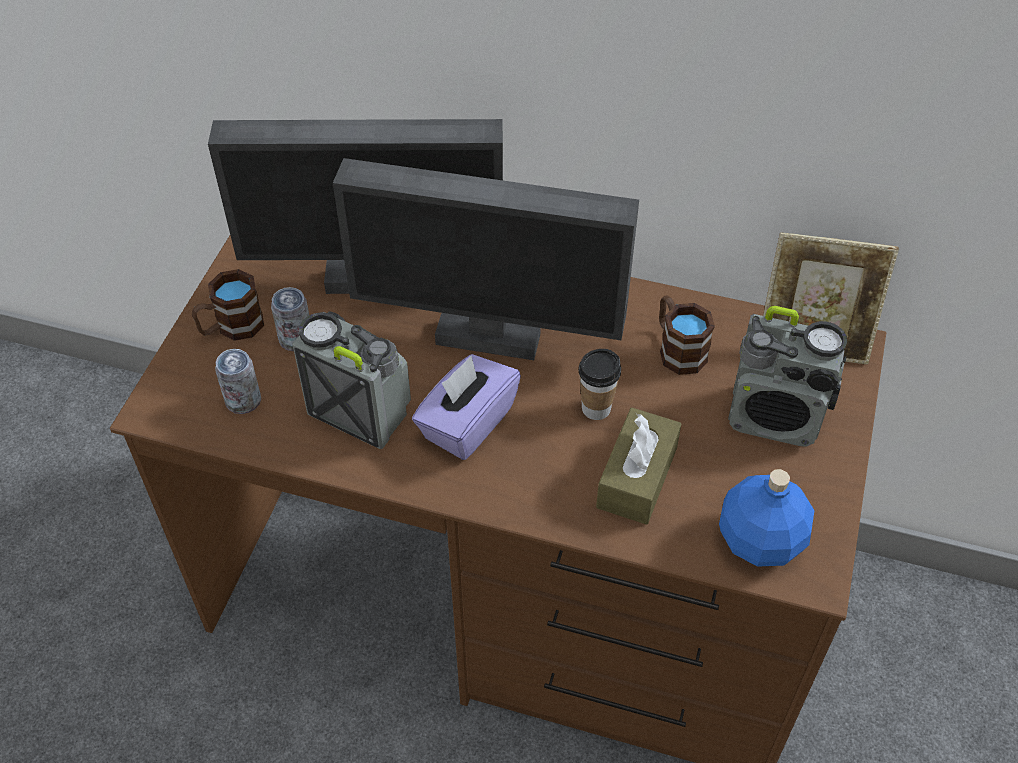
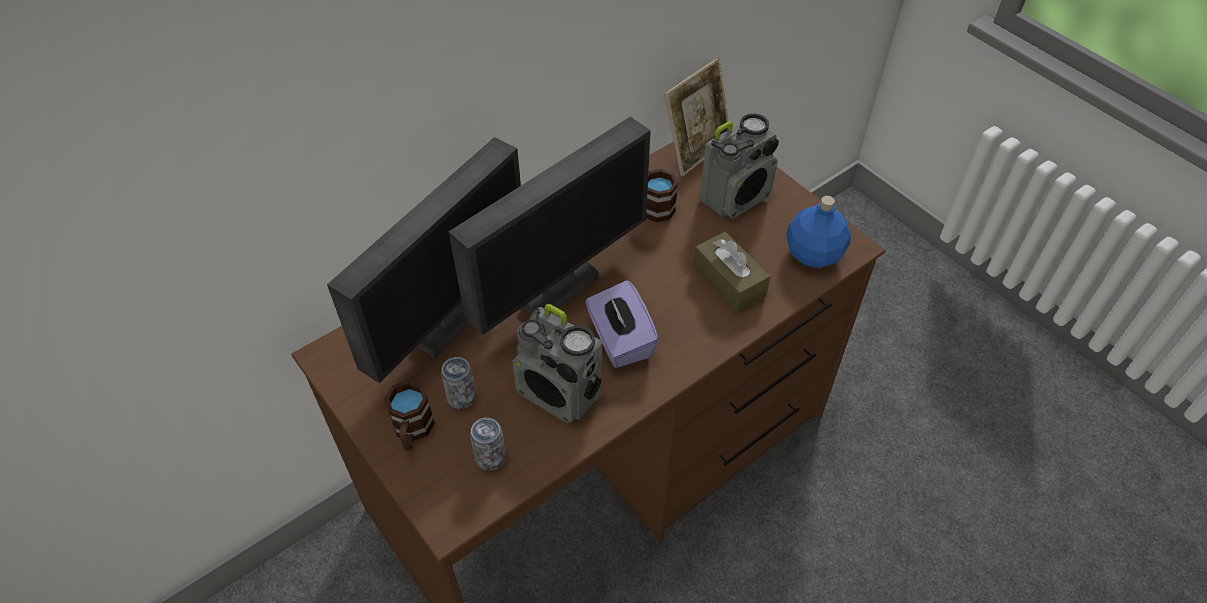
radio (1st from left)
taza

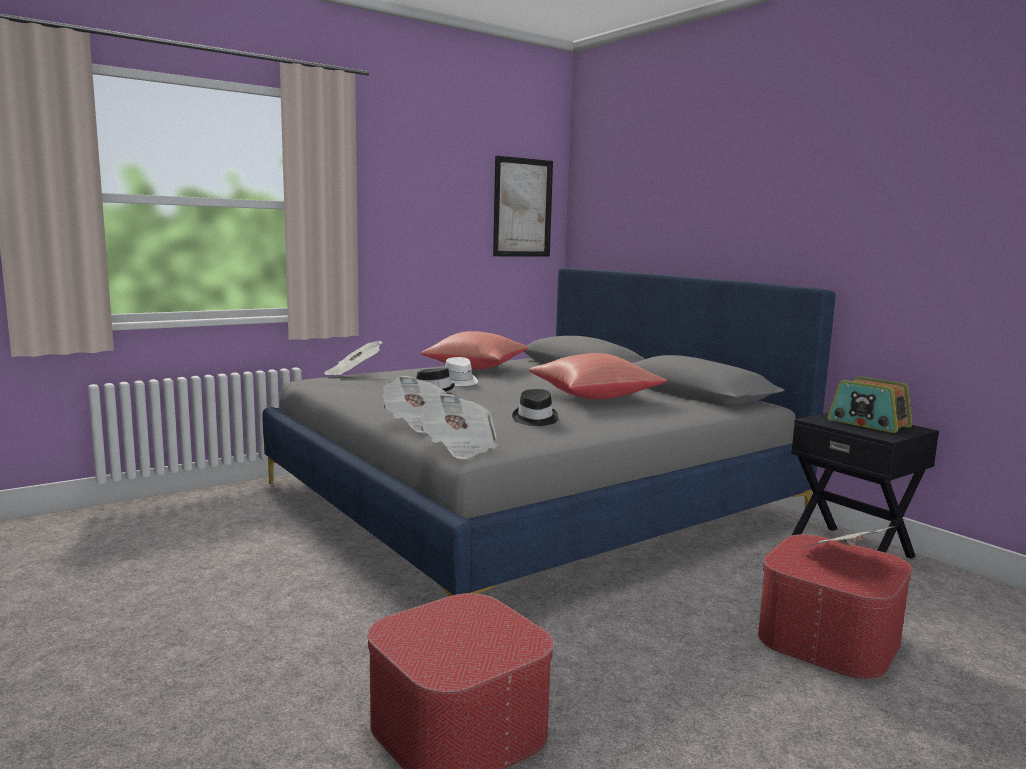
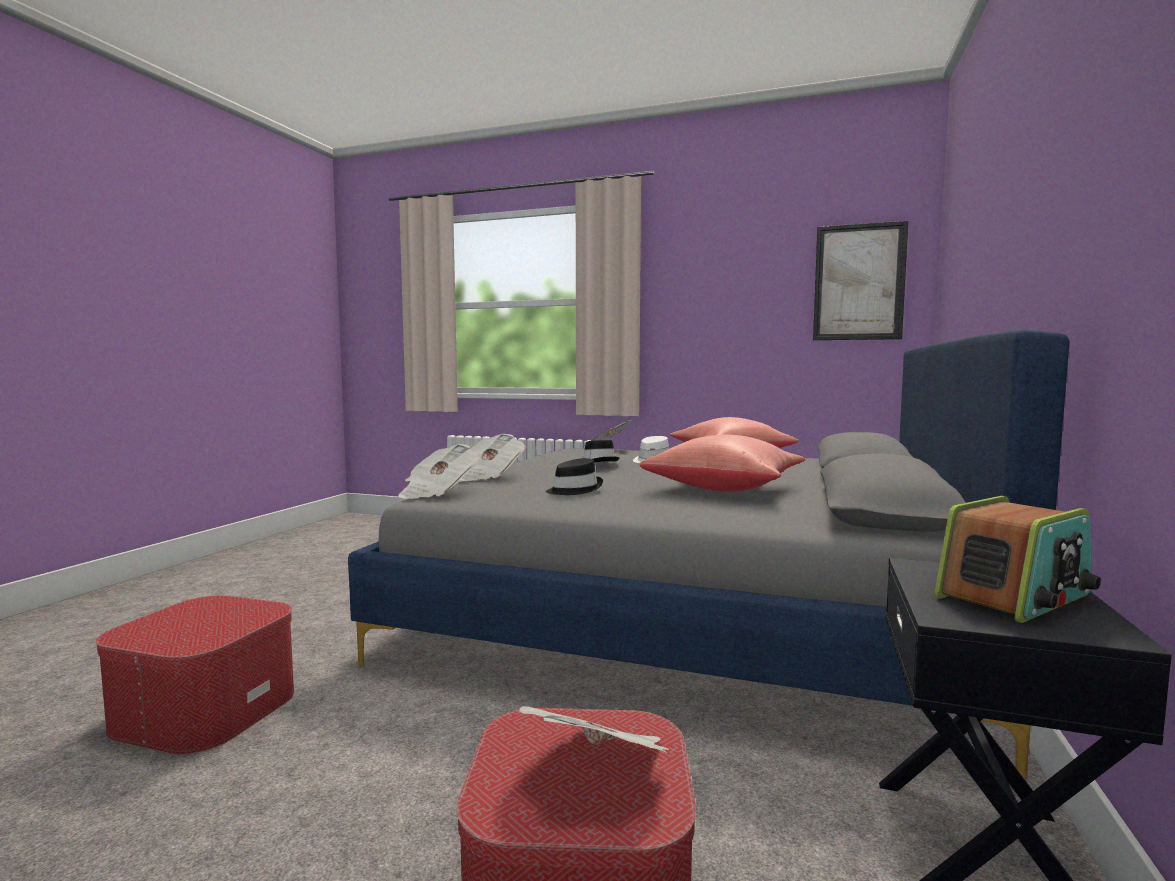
radio

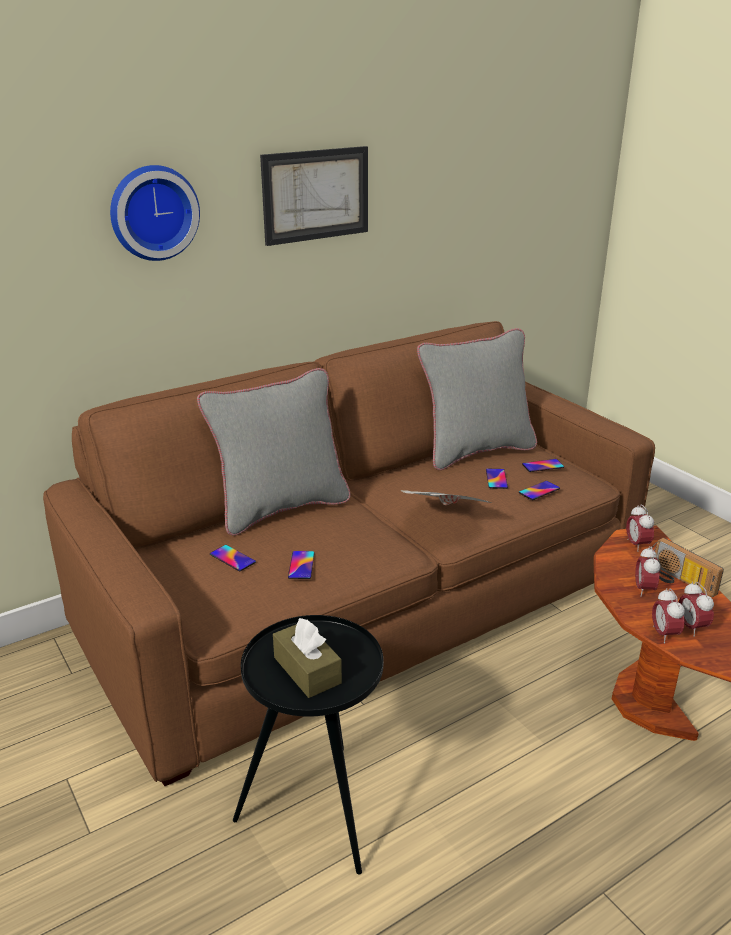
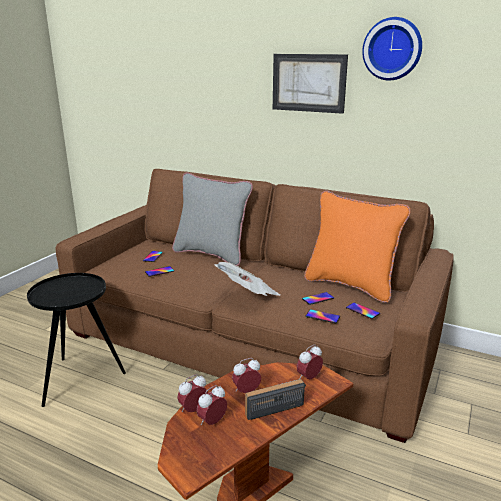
radio
cojín/naranja
reloj de pared
caja de pañuelos/marrón

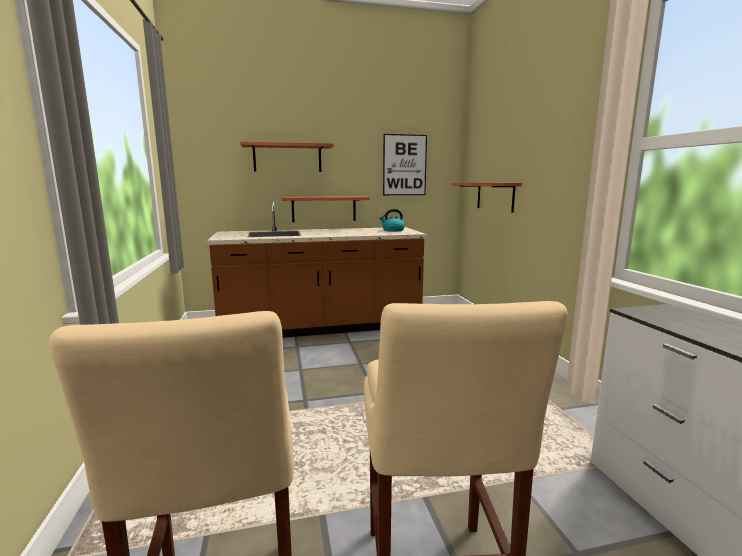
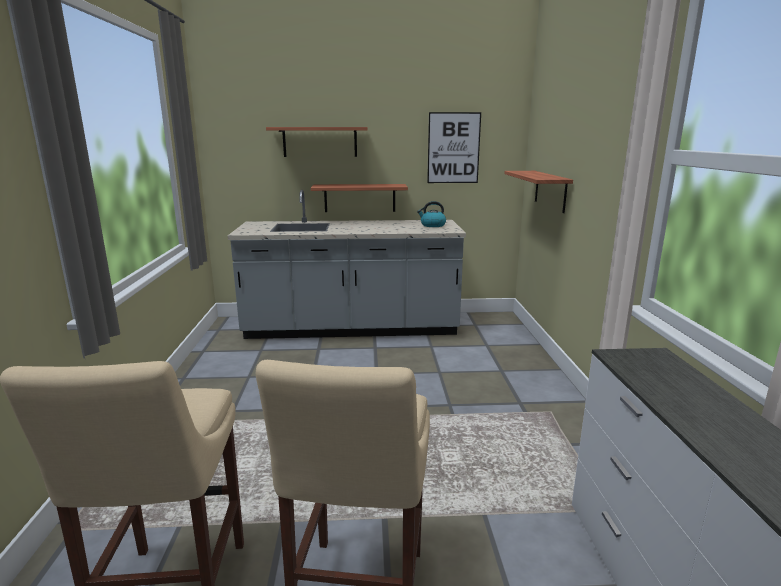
mueble bajo de cocina/gris

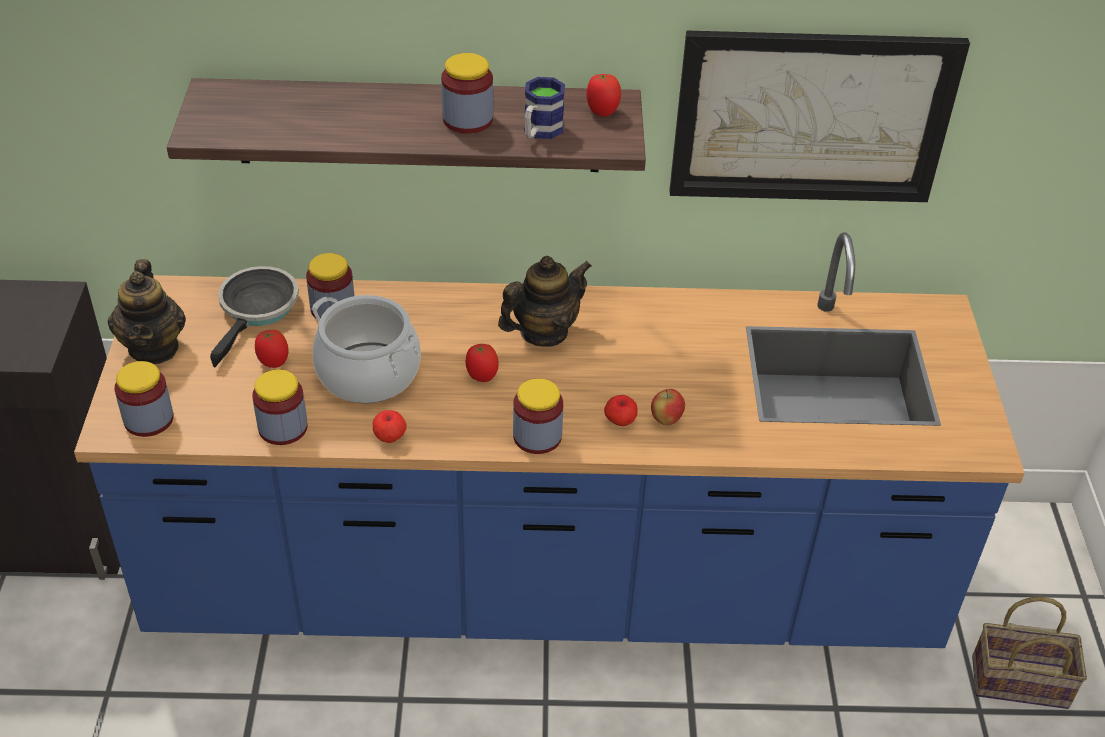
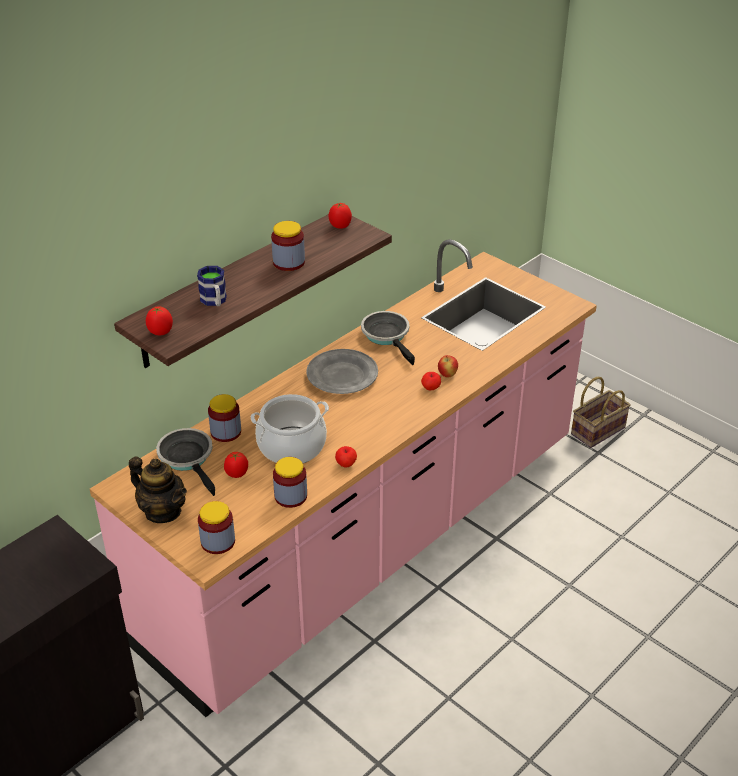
mueble bajo de cocina/rosa
tomate (1st from left)
taza grande
plato/gris
sartén (2nd from left)
tarro (5th from left in the first image)
cuadro

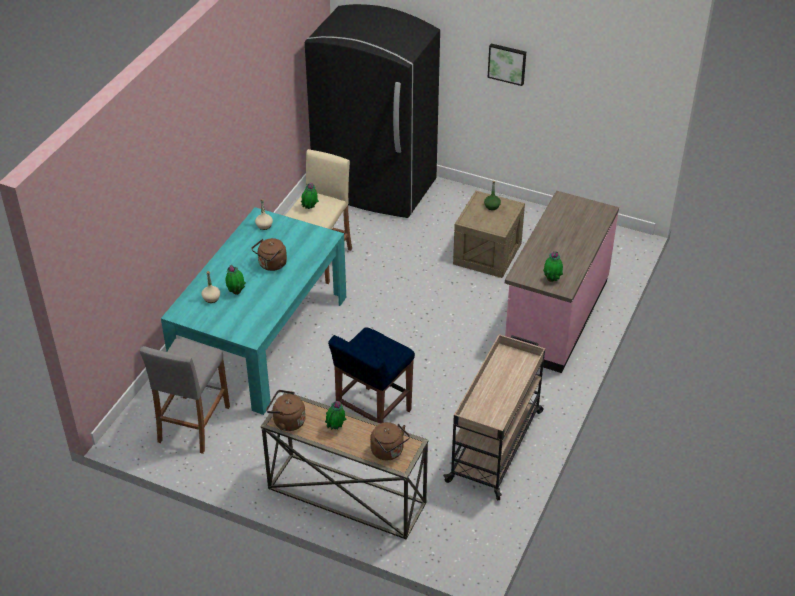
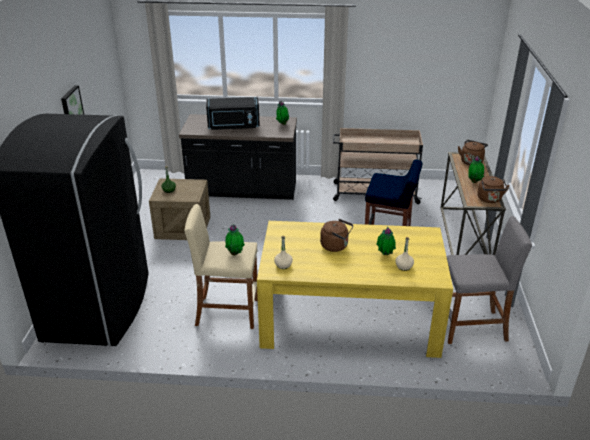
mueble bajo de cocina/negro
microondas/negro
mesa de comedor/amarillo

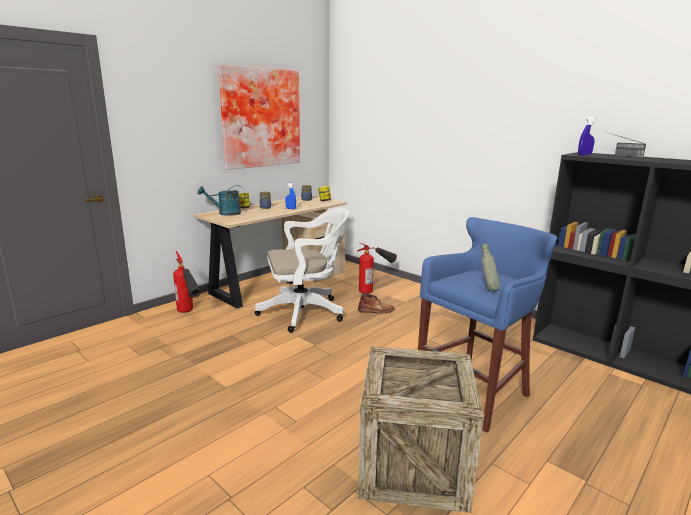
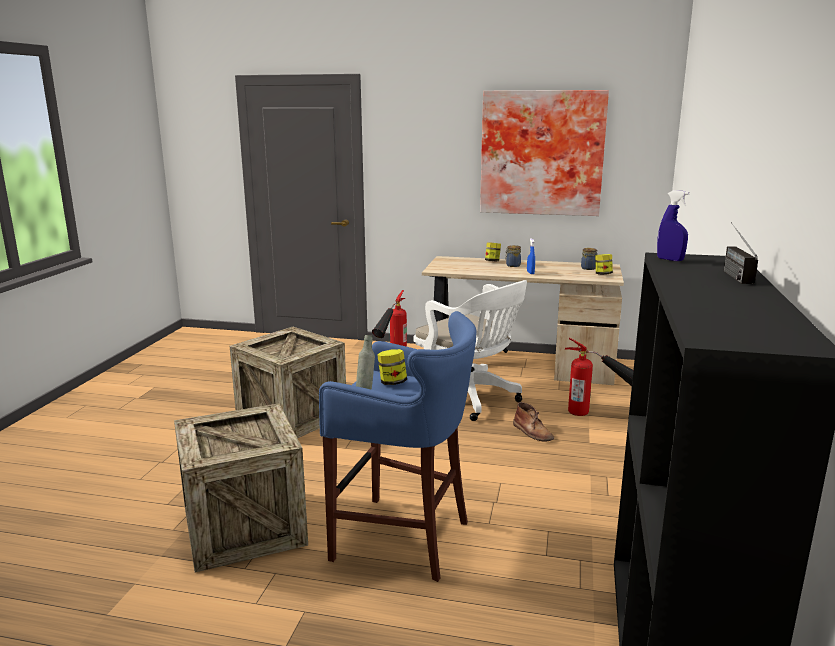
caja de embalaje (2nd from left)
tarro (1st from left)
regadera/turquesa

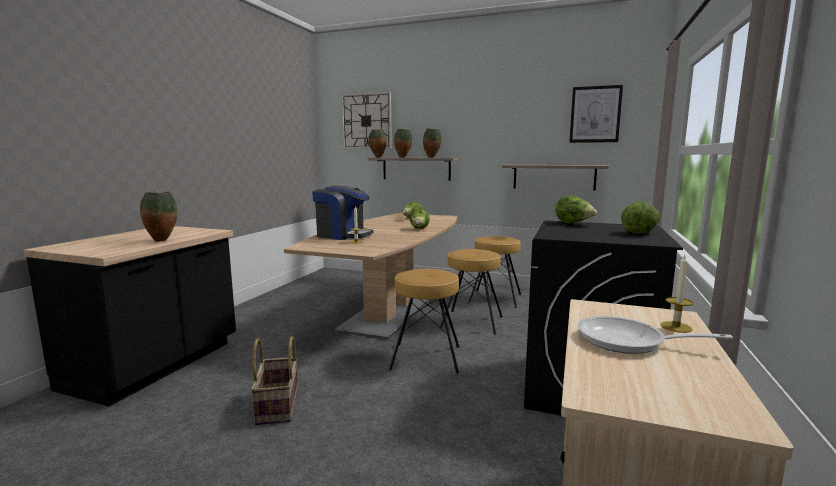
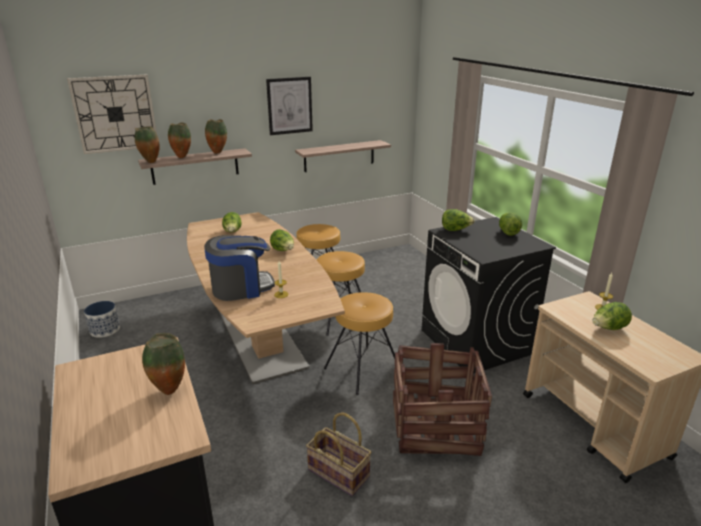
maceta
cuadro
caja de embalaje
lechuga (5th from left)

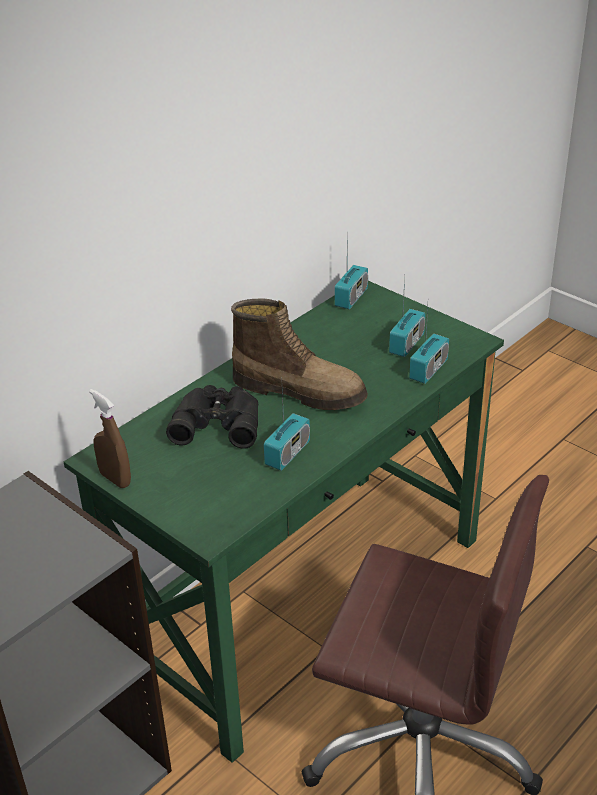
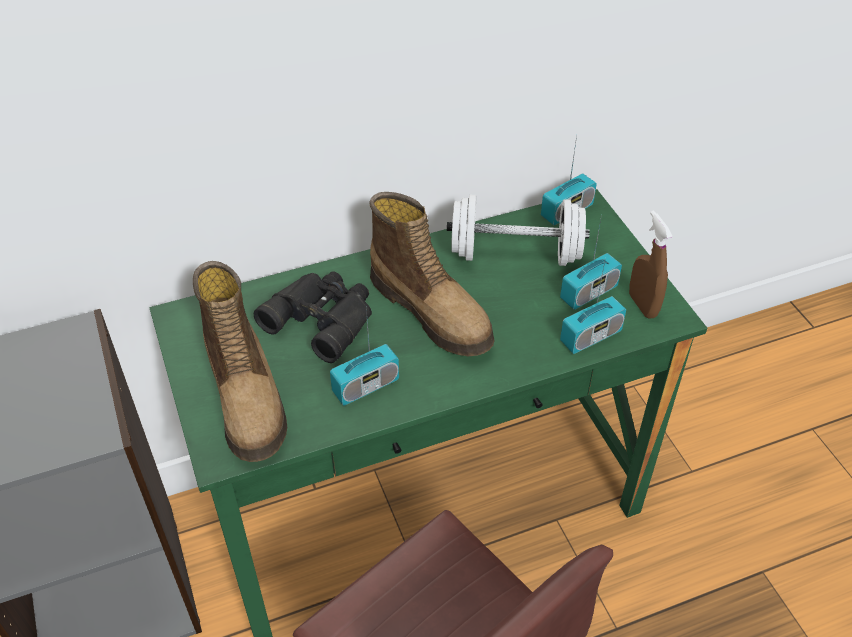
bota (1st from left)
mancuerna/blanco
pulverizador/marrón

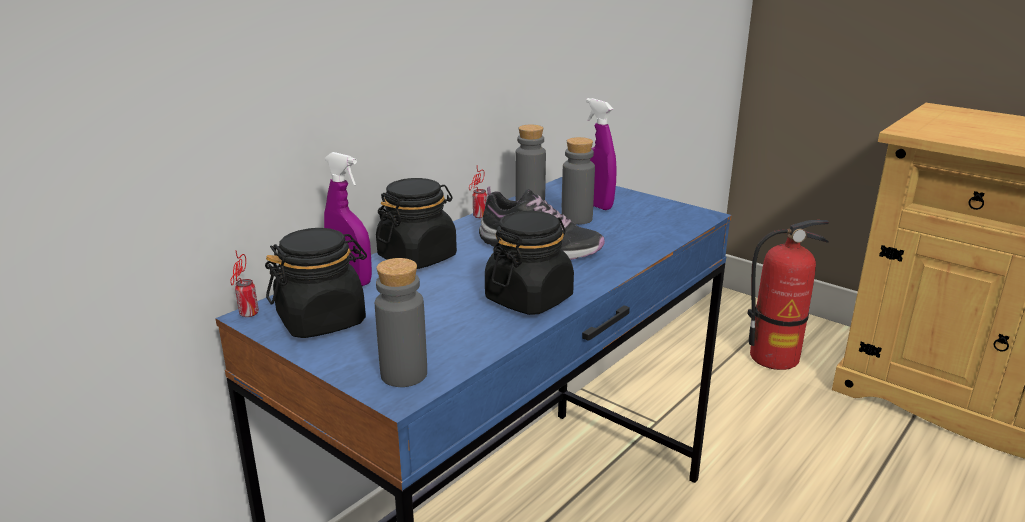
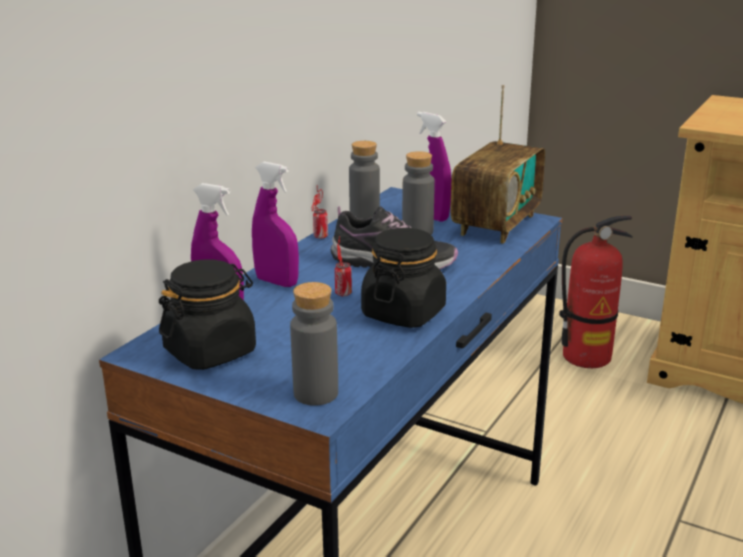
pulverizador/morado (2nd from left)
lata (2nd from left)
radio

